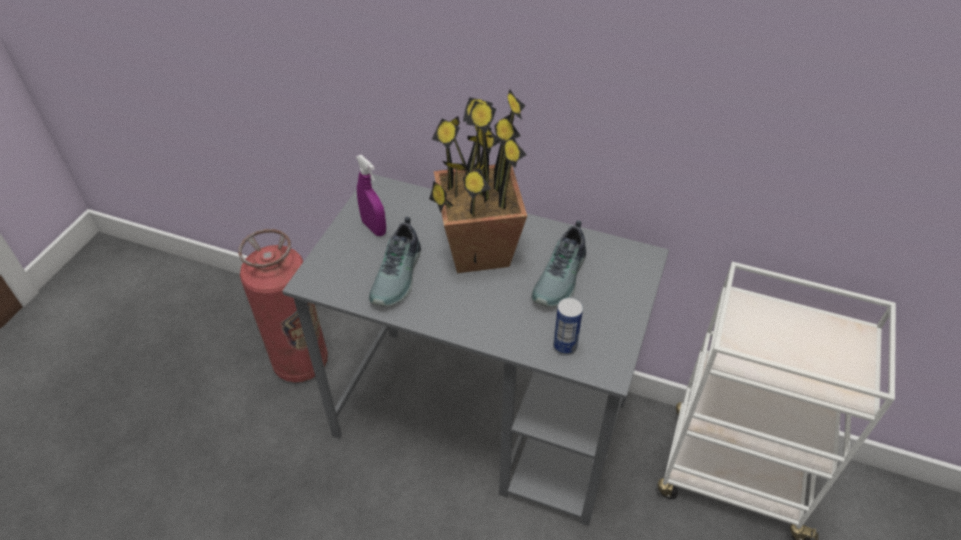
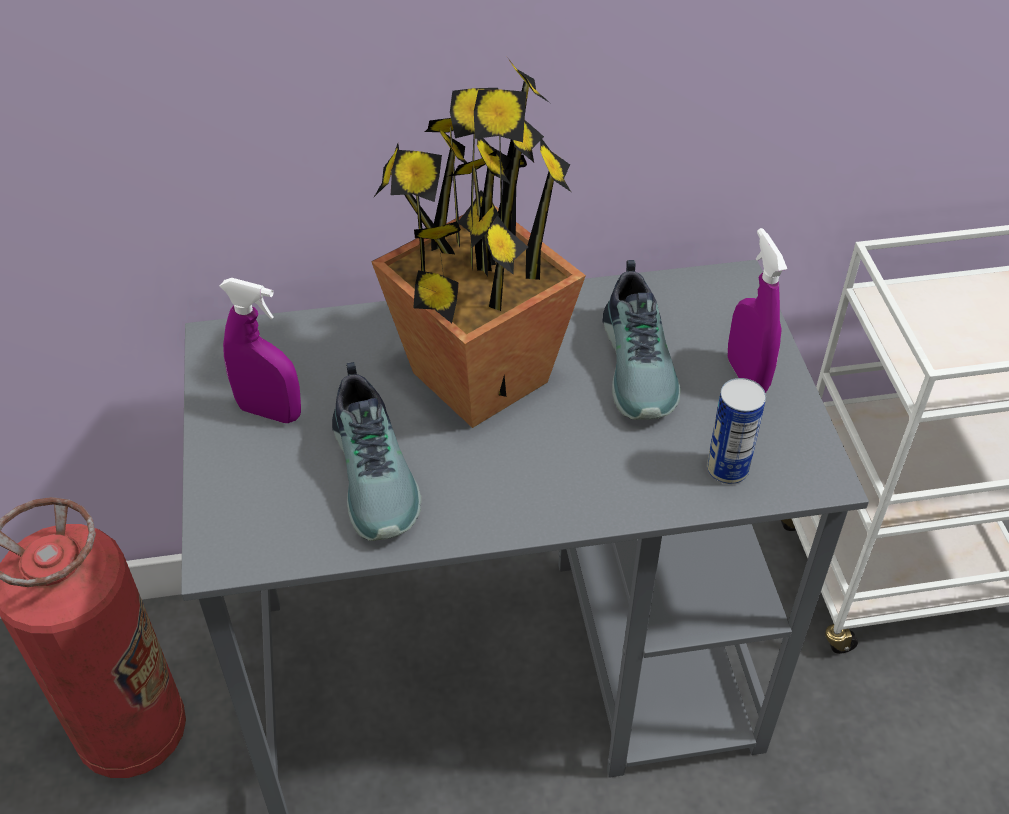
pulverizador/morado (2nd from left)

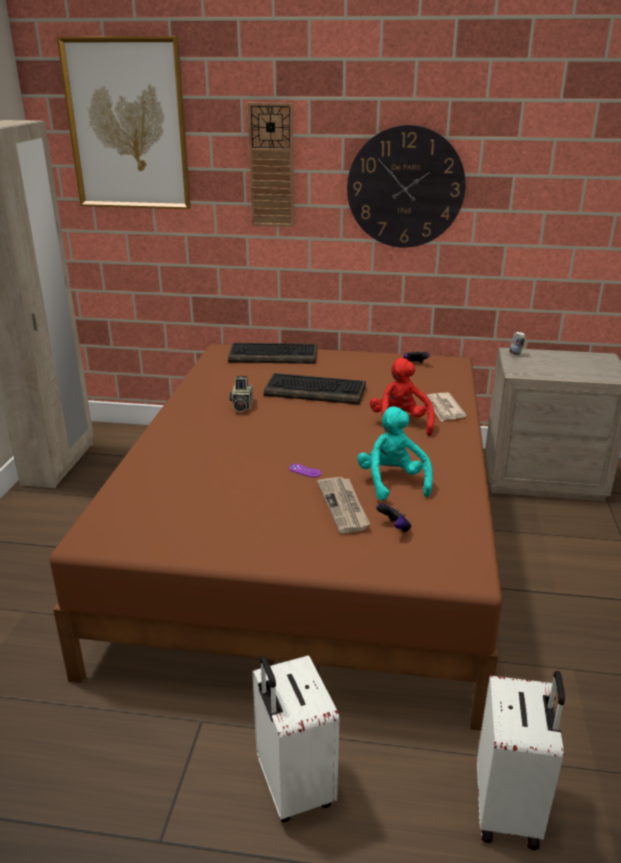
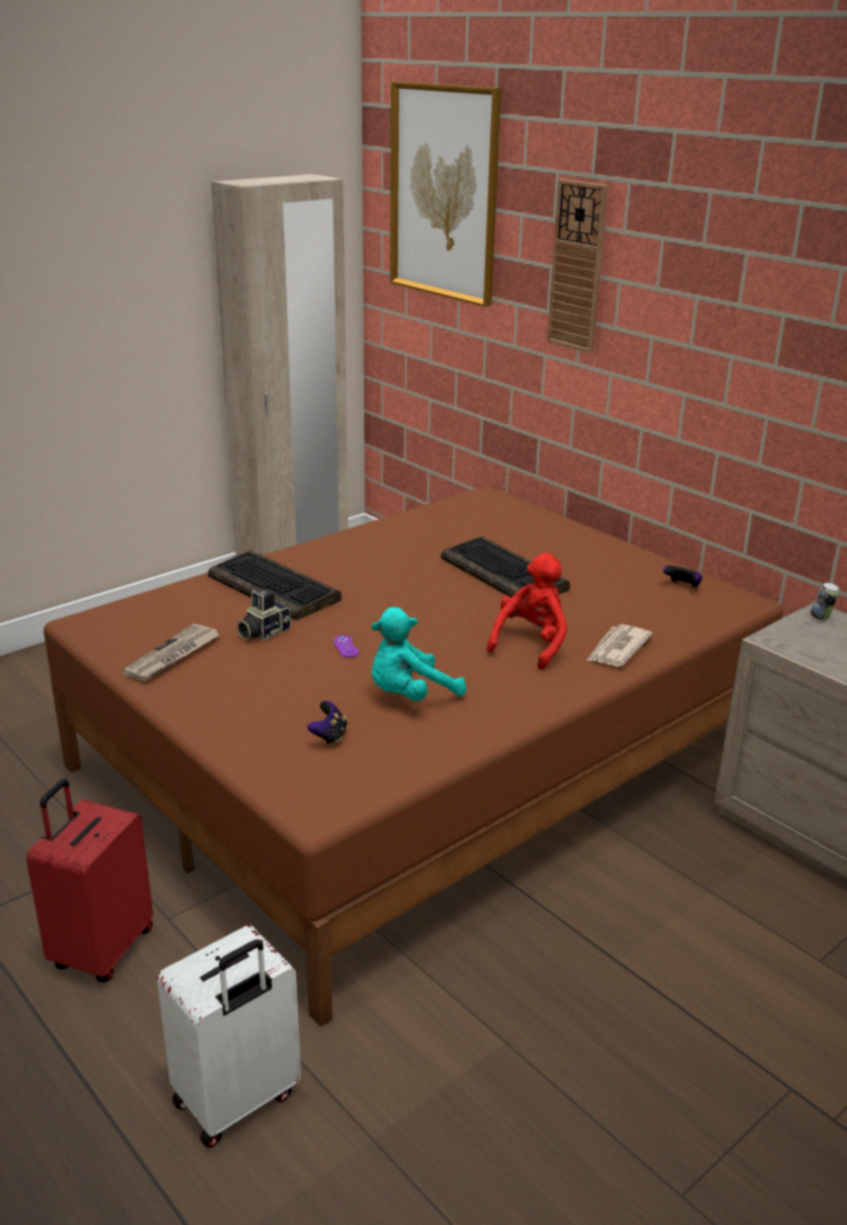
maleta/rojo
periódico (1st from left)
teclado (1st from left)
cámara
peluche/turquesa
reloj de pared (2nd from left in the first image)

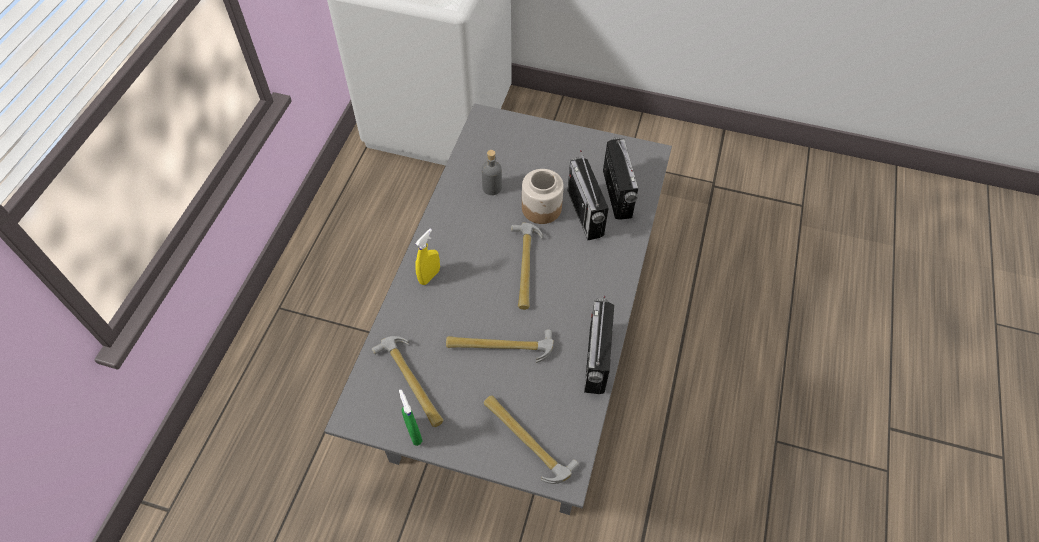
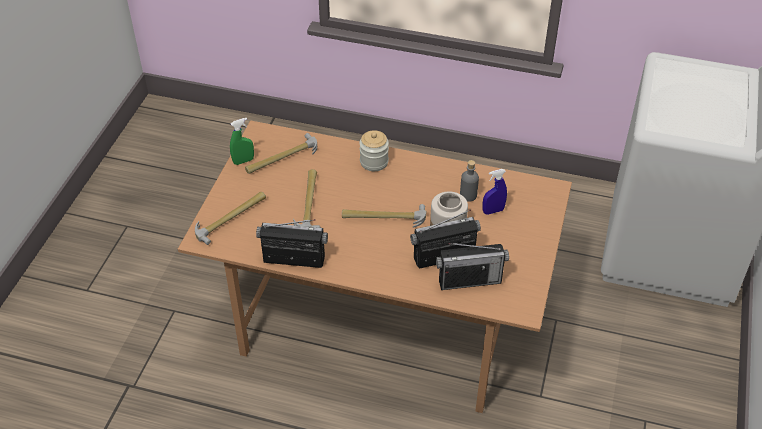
mesa de comedor/marrón
tarro (1st from left)
pulverizador/azul

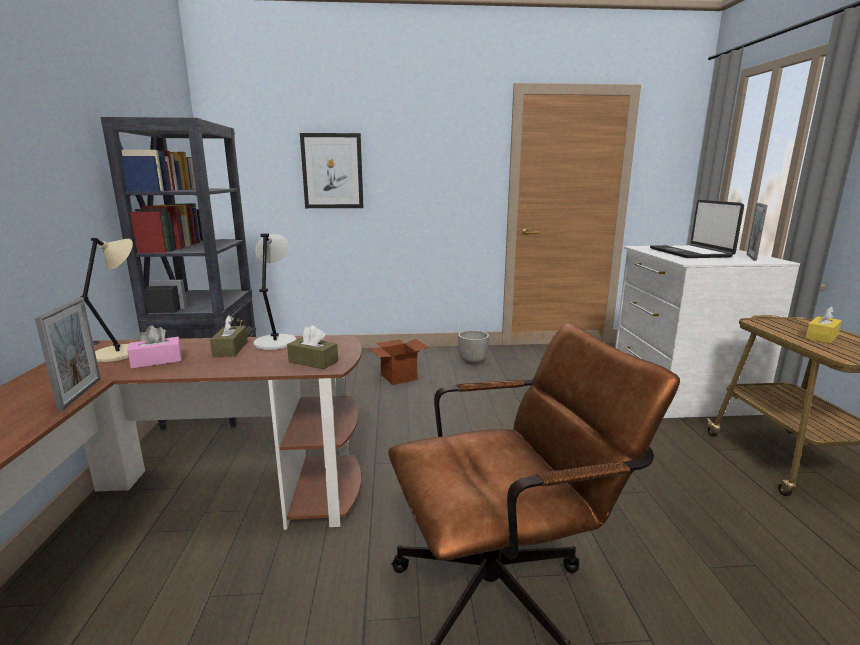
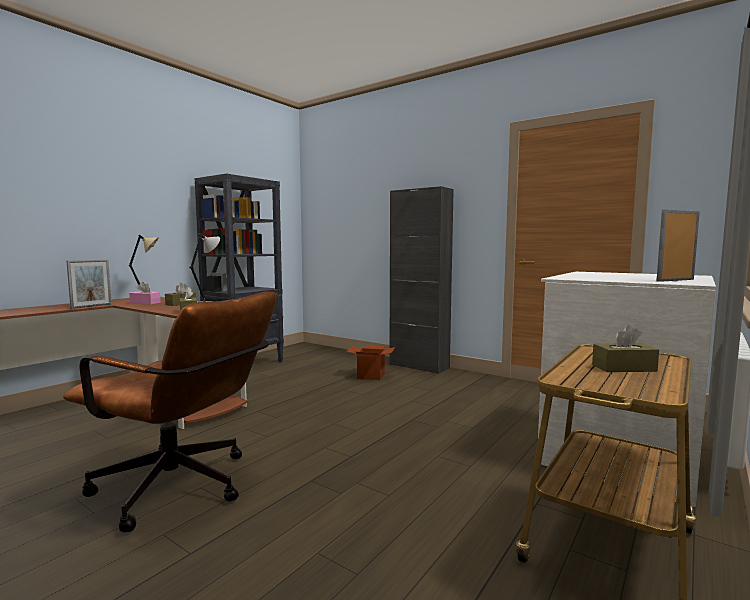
armario/negro
caja de pañuelos/marrón (3rd from left)
cuadro
maceta
portátil

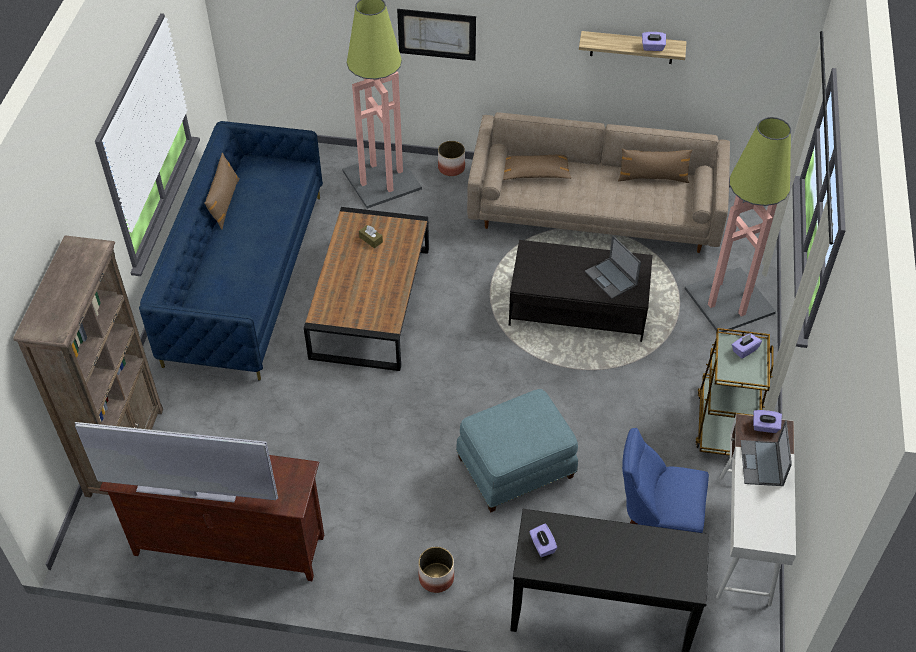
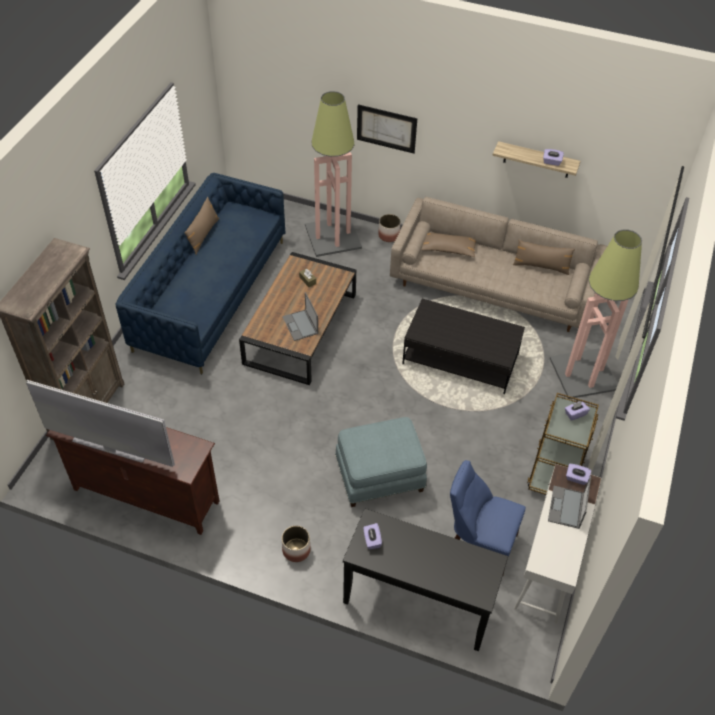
portátil (1st from left)

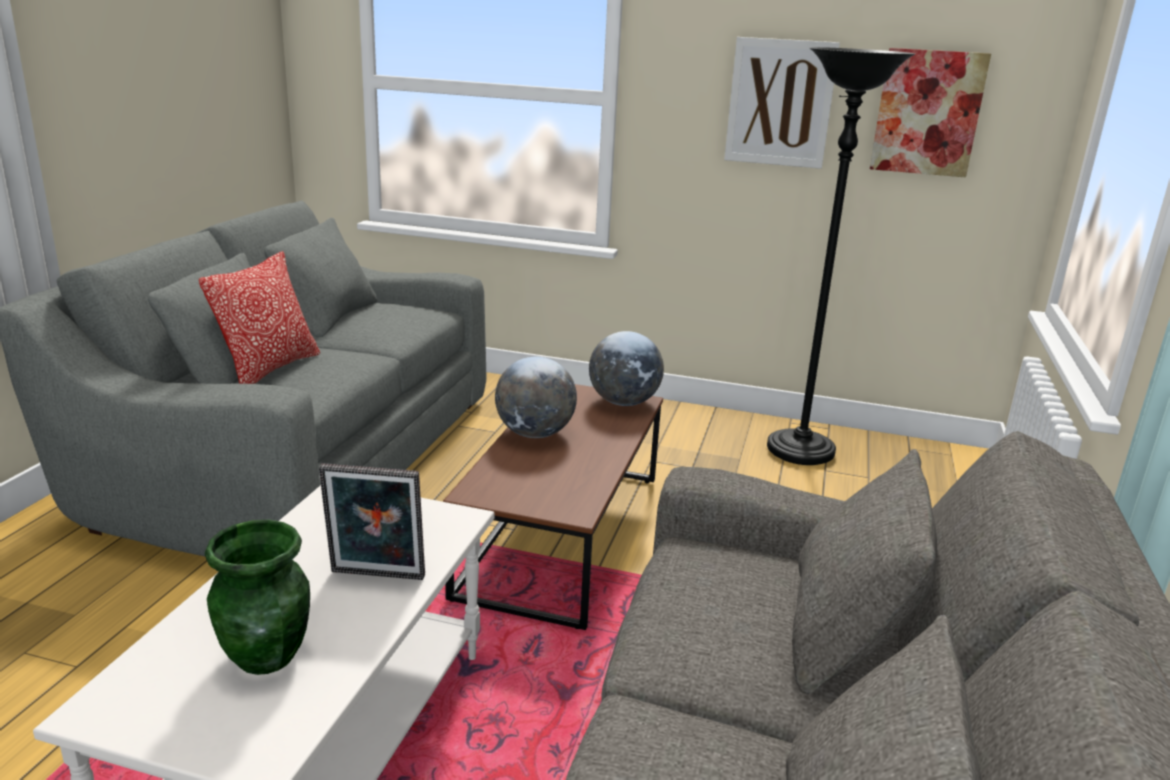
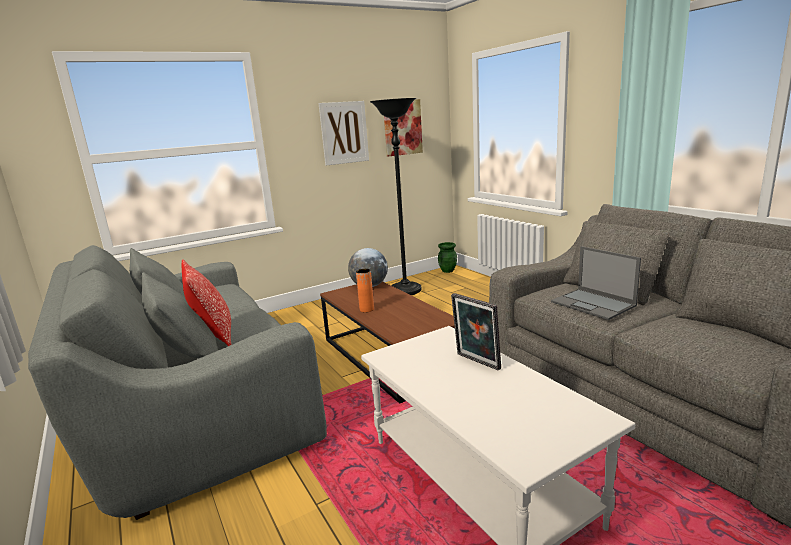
florero/naranja
florero/verde
portarretratos
portátil

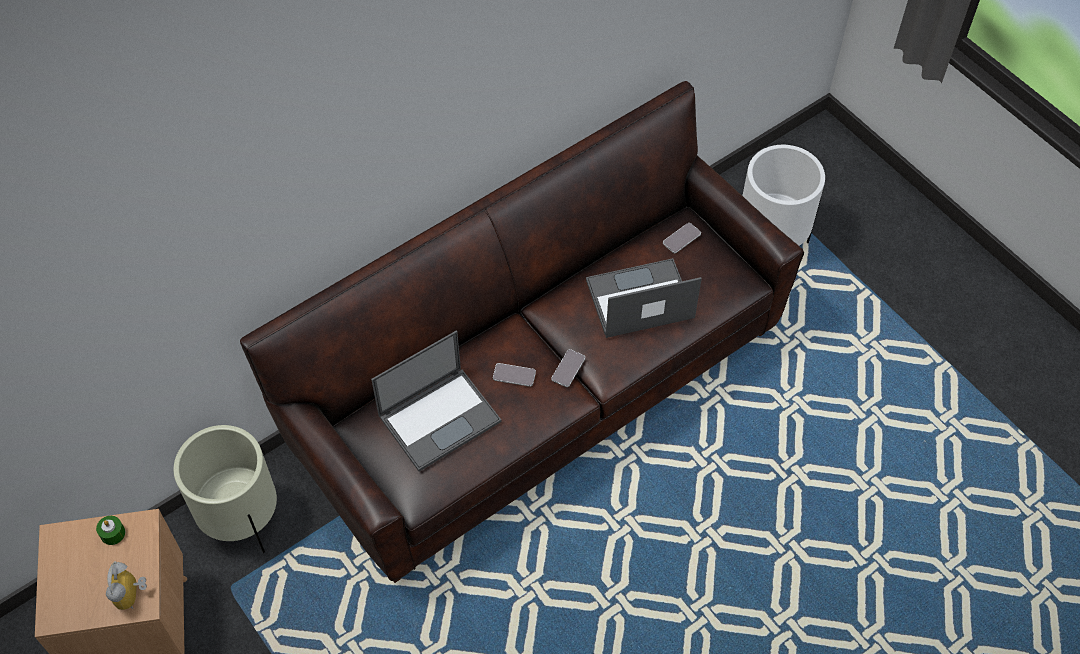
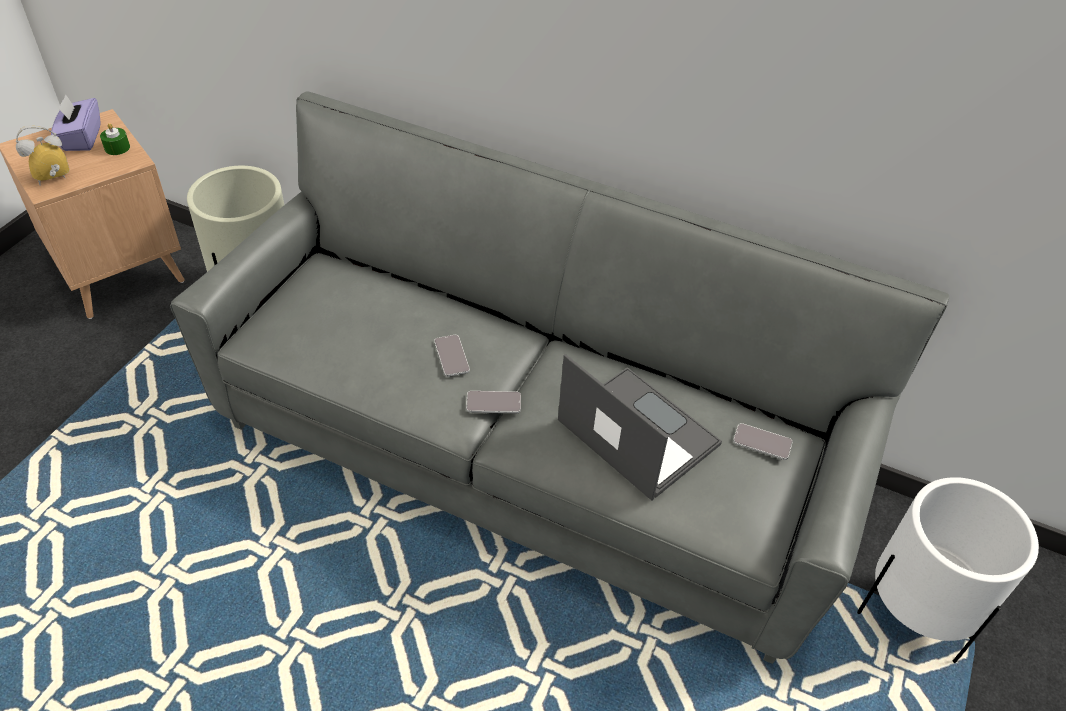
caja de pañuelos/morado
sofá/gris
portátil (1st from left in the first image)

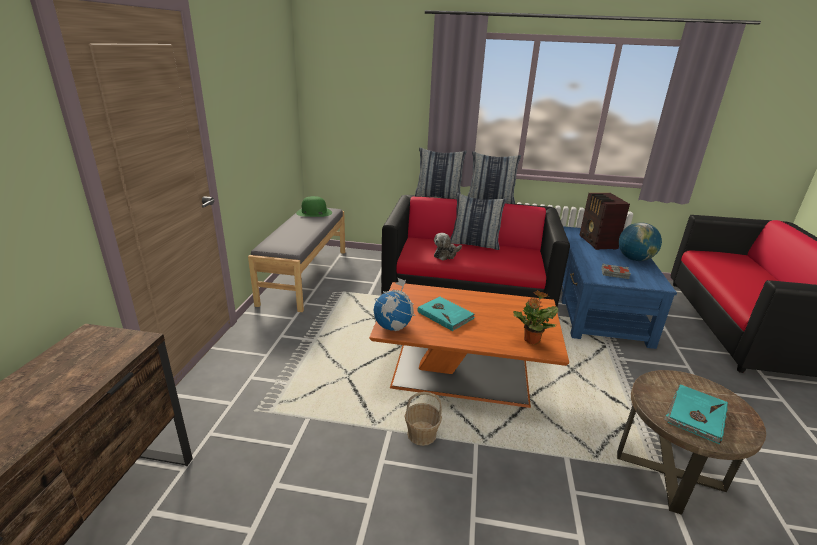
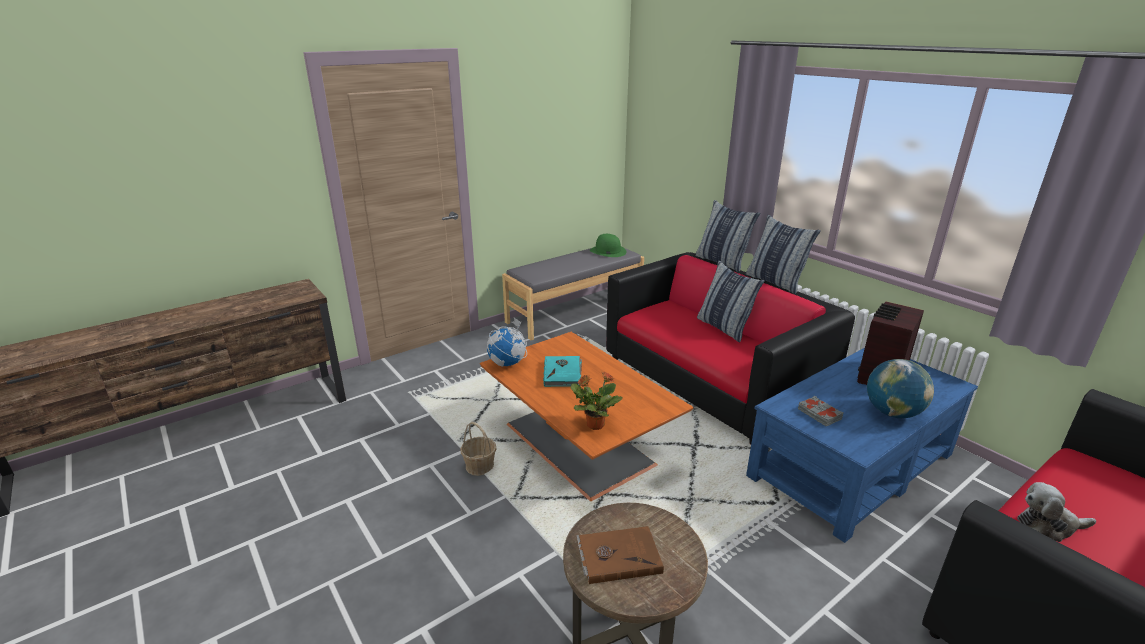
libro/marrón
peluche

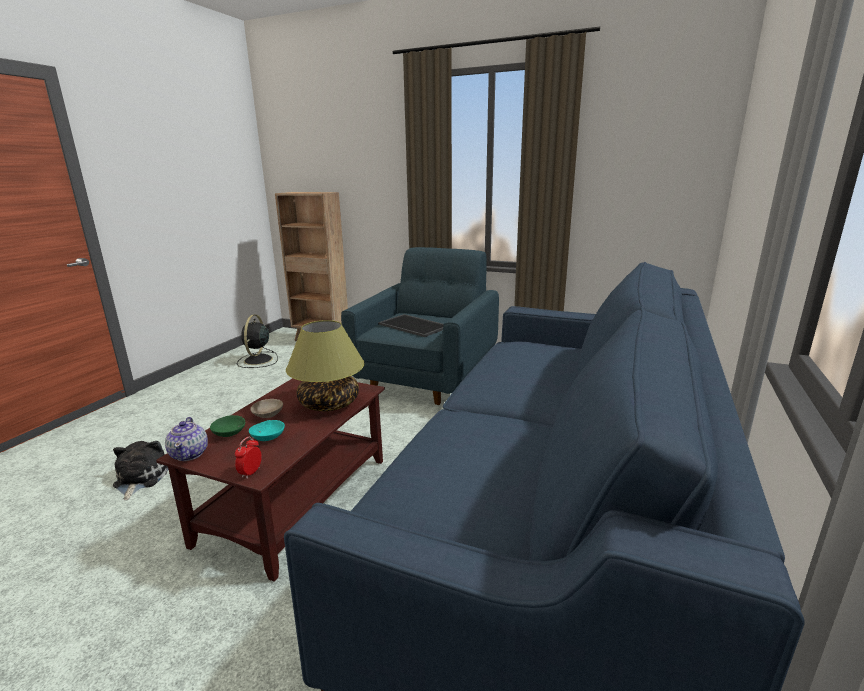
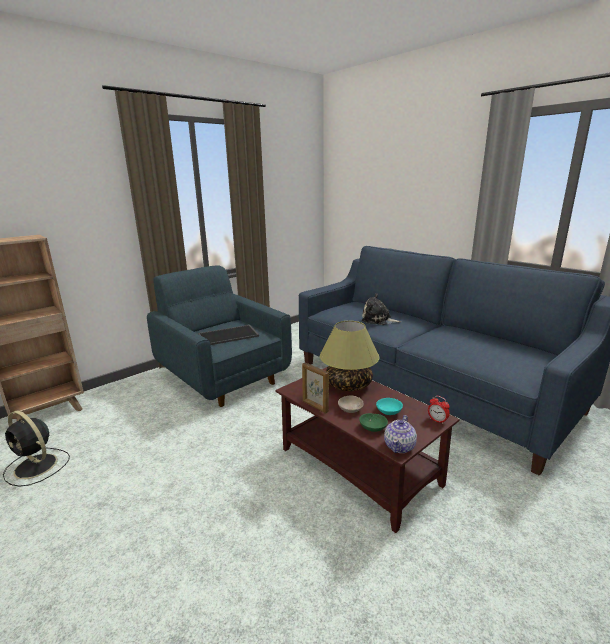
portarretratos
peluche
tetera

